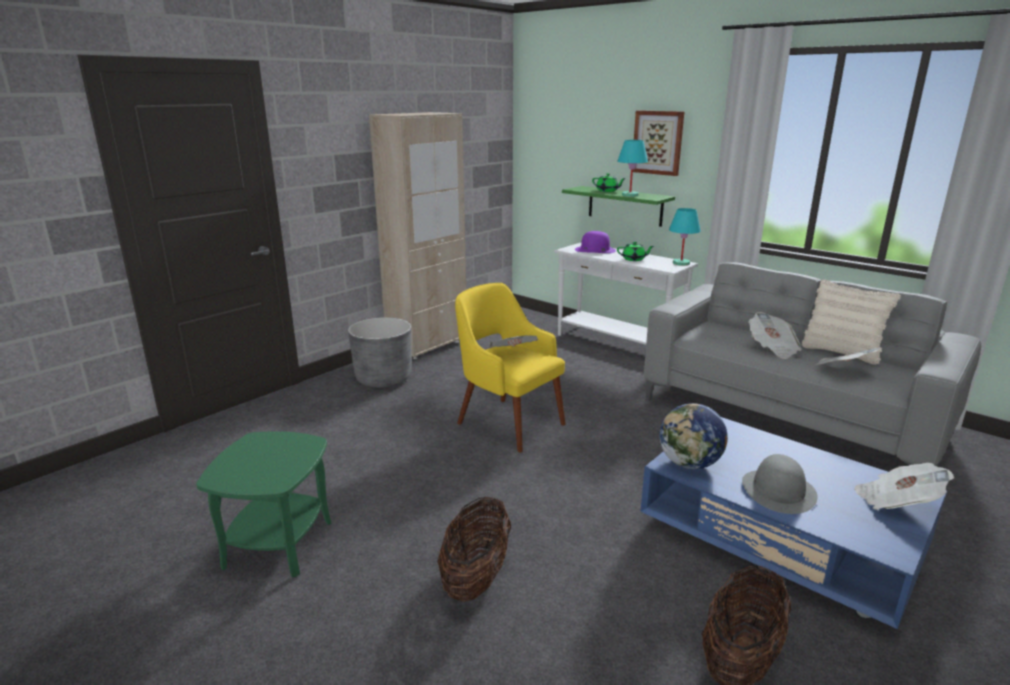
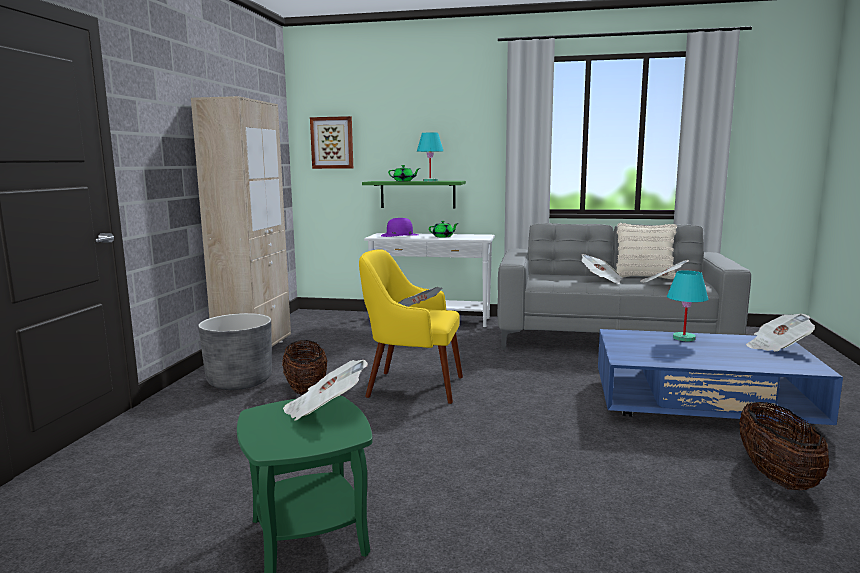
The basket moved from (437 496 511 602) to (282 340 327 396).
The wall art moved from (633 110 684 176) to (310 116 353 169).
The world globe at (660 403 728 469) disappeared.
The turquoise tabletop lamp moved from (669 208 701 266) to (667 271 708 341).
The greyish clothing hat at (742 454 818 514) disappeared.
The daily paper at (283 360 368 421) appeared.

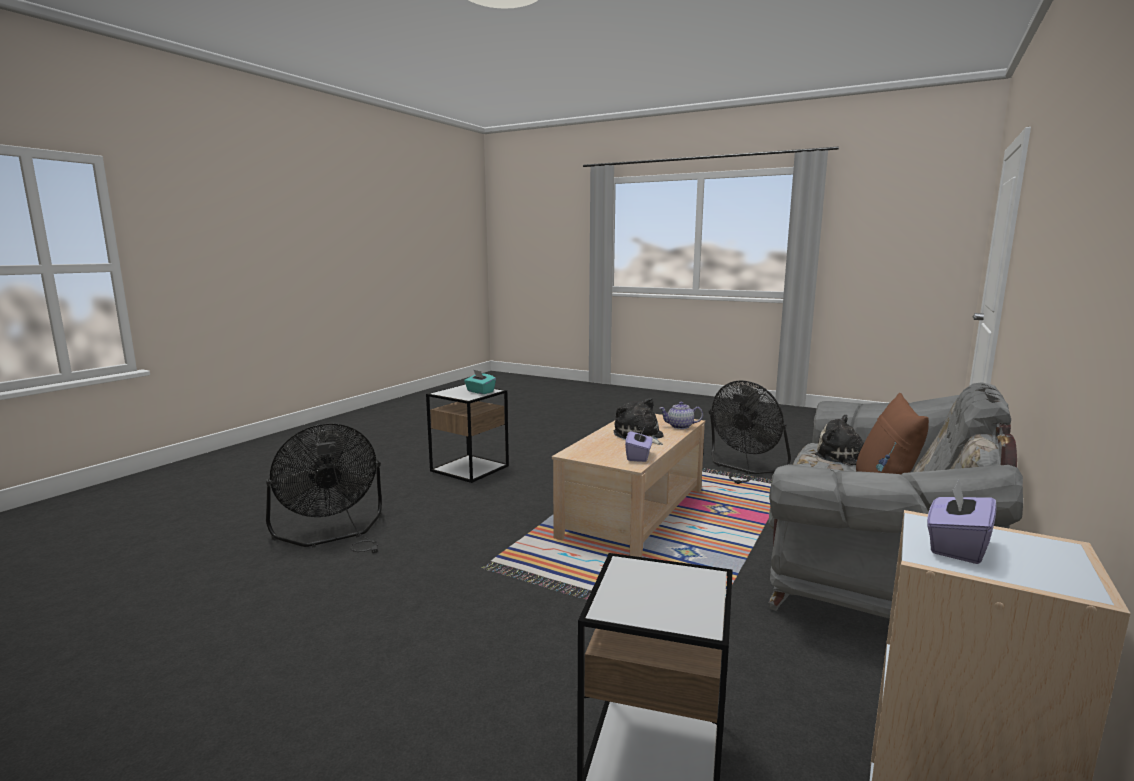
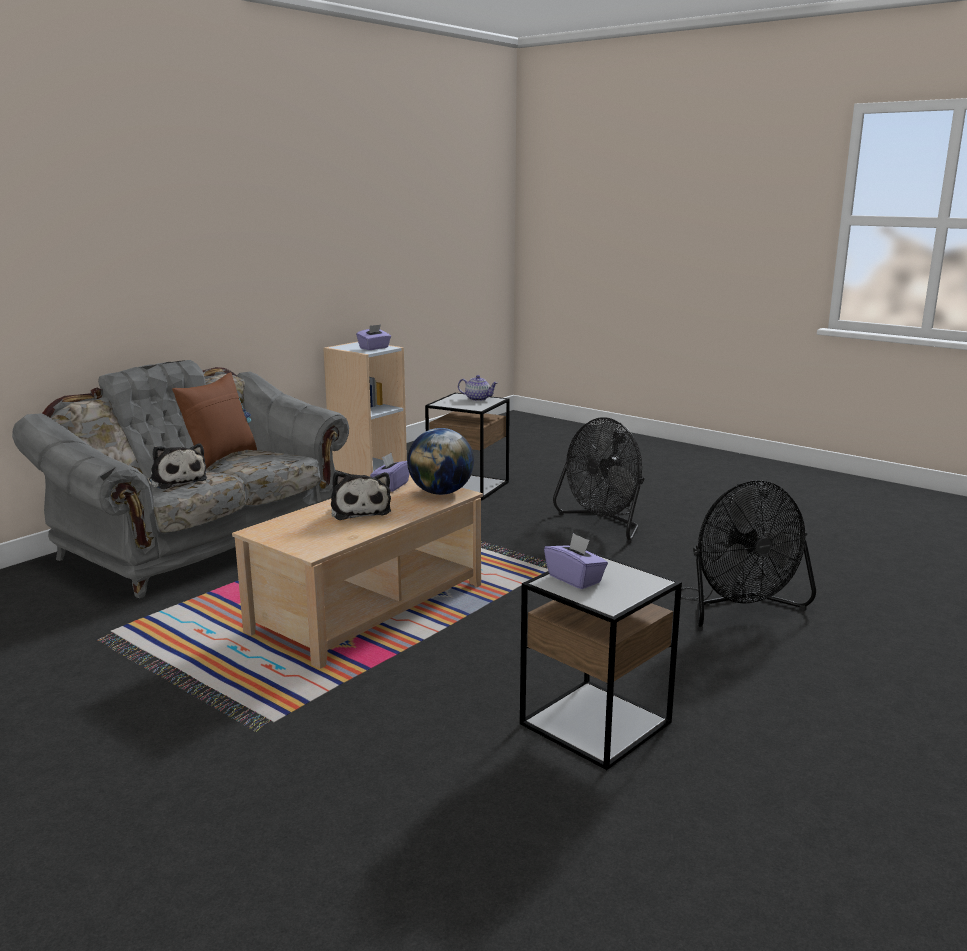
The turquoise box of tissues at (464 370 496 394) became the purplish box of tissues at (544 533 608 589).
The teapot moved from (659 402 703 429) to (458 375 498 401).
The black electric fan moved from (709 381 791 484) to (553 417 644 544).
The world globe at (407 428 474 495) appeared.

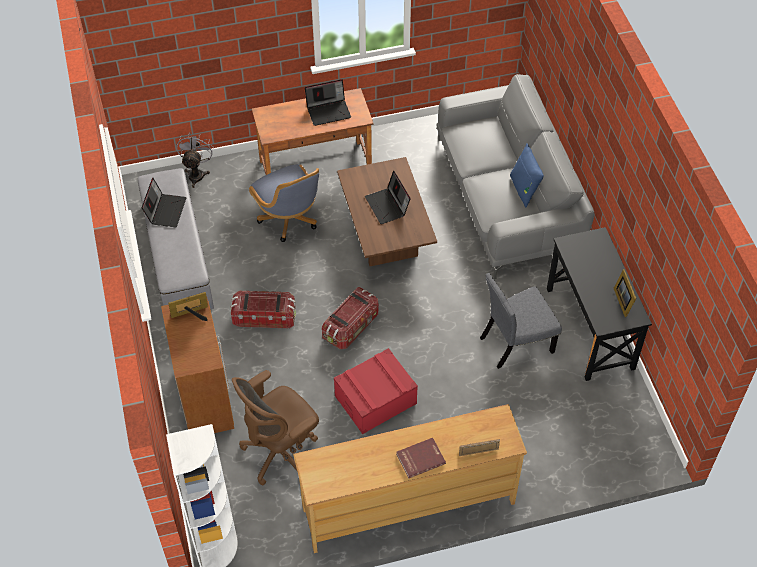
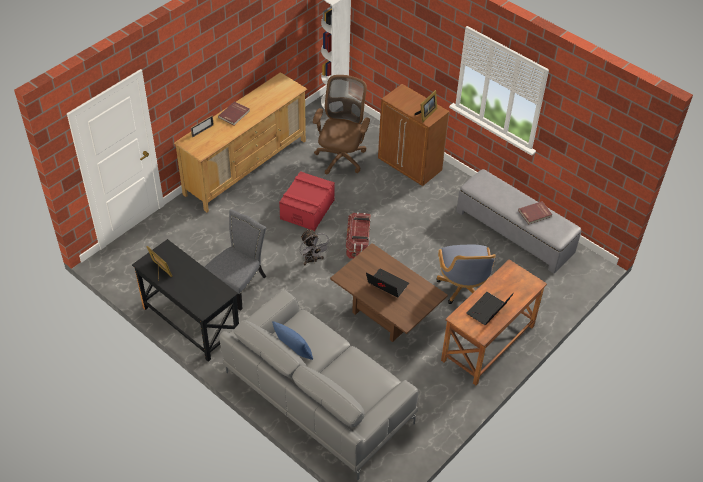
The laptop at (142 178 187 227) was replaced by the red bound book at (518 201 553 224).
The greyish electric fan moved from (176 132 214 188) to (300 229 330 266).
The storage bin at (230 291 296 328) disappeared.
The blue desk chair at (249 164 319 242) turned 120 degrees counterclockwise.

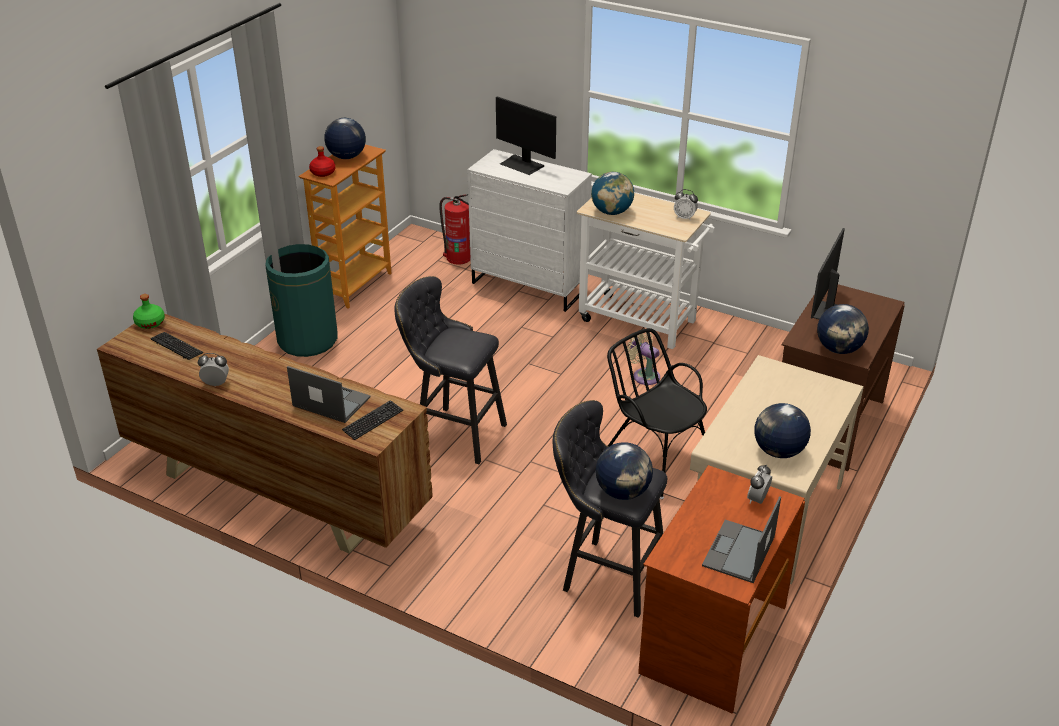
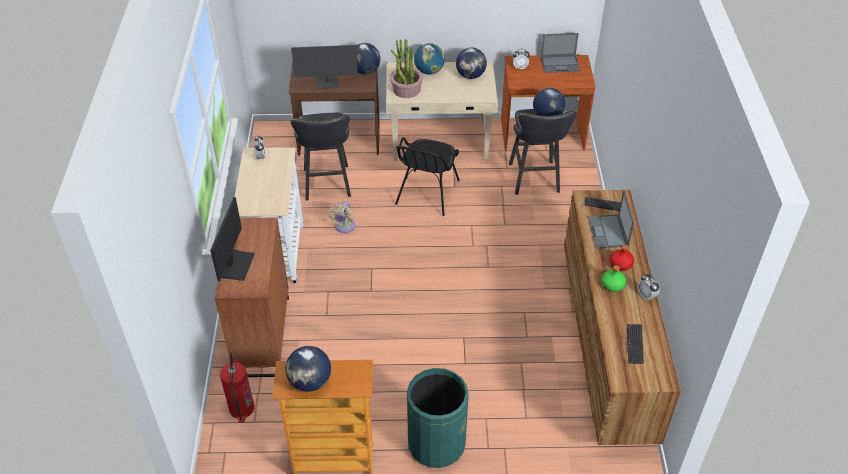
The green-coloured bottle moved from (133 294 165 329) to (601 265 626 292).
The red bottle moved from (309 146 335 177) to (610 245 634 271).
The black sitting stool moved from (394 276 507 464) to (291 113 351 200).
The whitish dresser at (467 149 592 312) became the brown-coloured dresser at (215 218 289 377).
The world globe moved from (591 172 634 215) to (414 43 445 75).
The houseplant at (390 39 423 98) appeared.

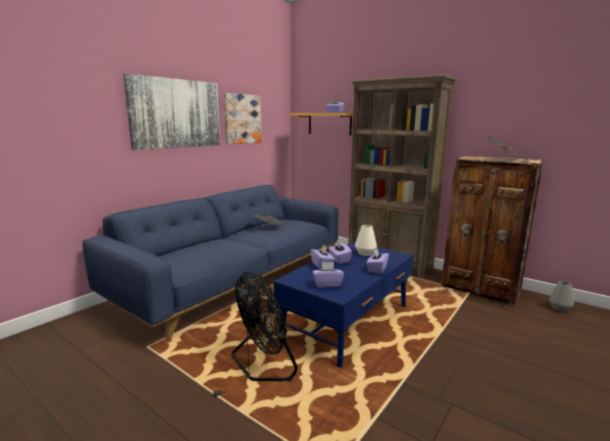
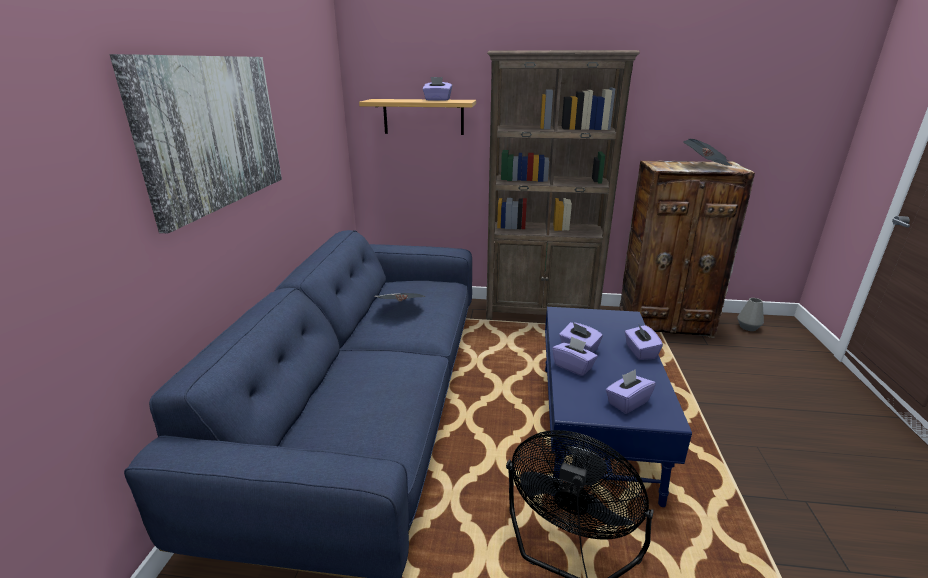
The wall art at (223 93 262 144) disappeared.
The whitish vase at (355 225 377 256) disappeared.

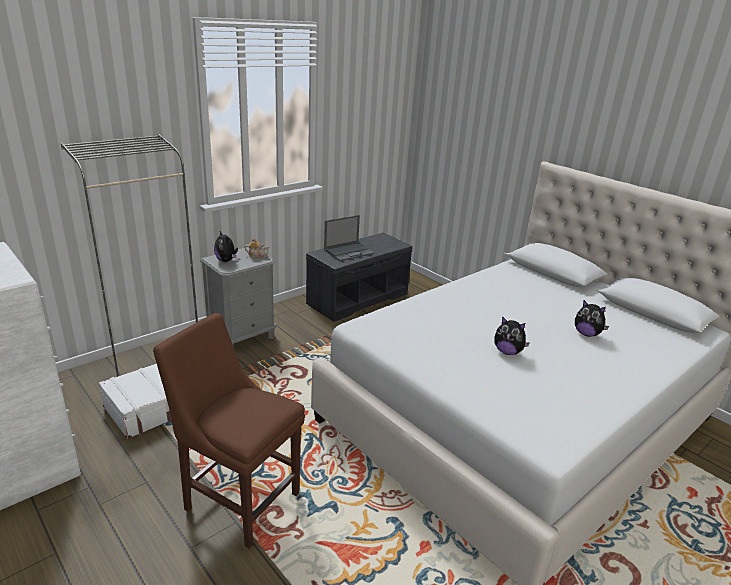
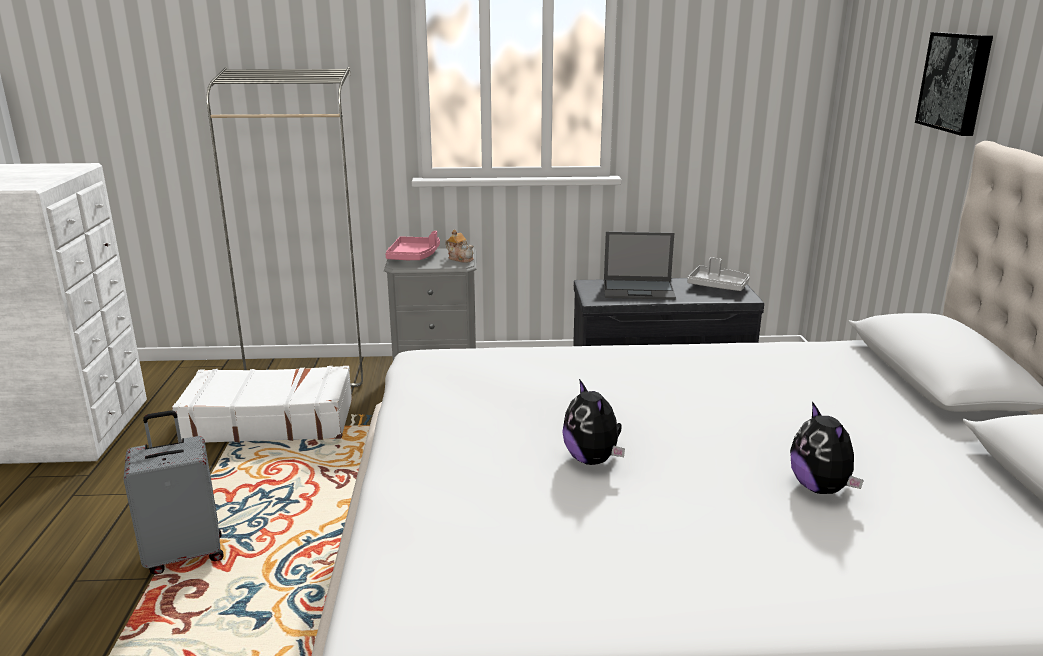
The brown-coloured chair at (153 313 305 549) was replaced by the greyish suitcase at (123 410 224 575).
The soft toy at (214 231 238 262) was replaced by the pinkish tray at (386 231 440 260).
The greyish tray at (687 257 749 291) appeared.
The wall art at (915 32 993 136) appeared.

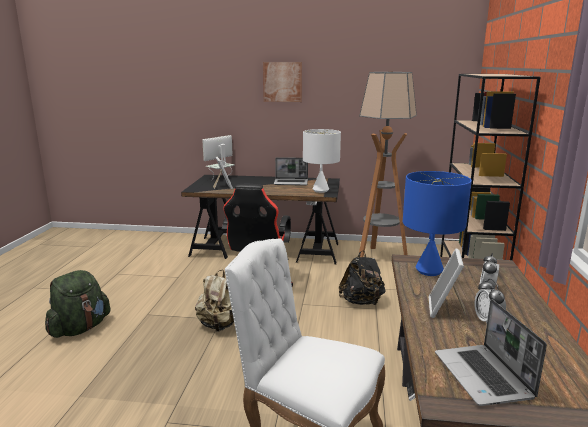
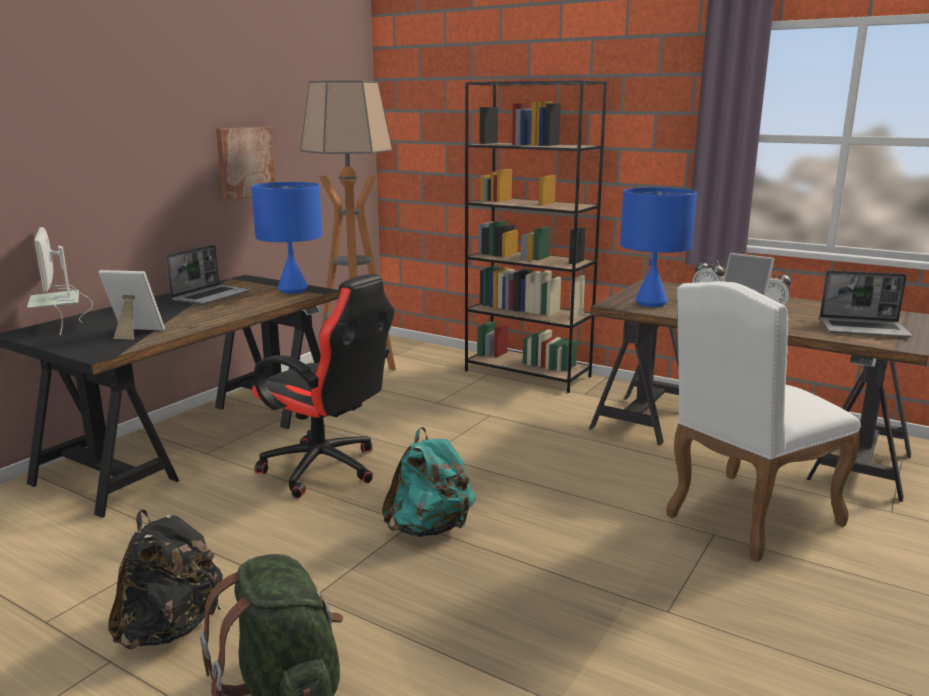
The sand-coloured backpack at (195 270 234 331) became the turquoise backpack at (382 427 476 537).
The wall art moved from (263 62 302 102) to (216 127 276 200).
The whitish tabletop lamp at (303 129 341 193) became the blue tabletop lamp at (251 182 322 294).
The black backpack moved from (339 250 386 305) to (108 509 223 649).

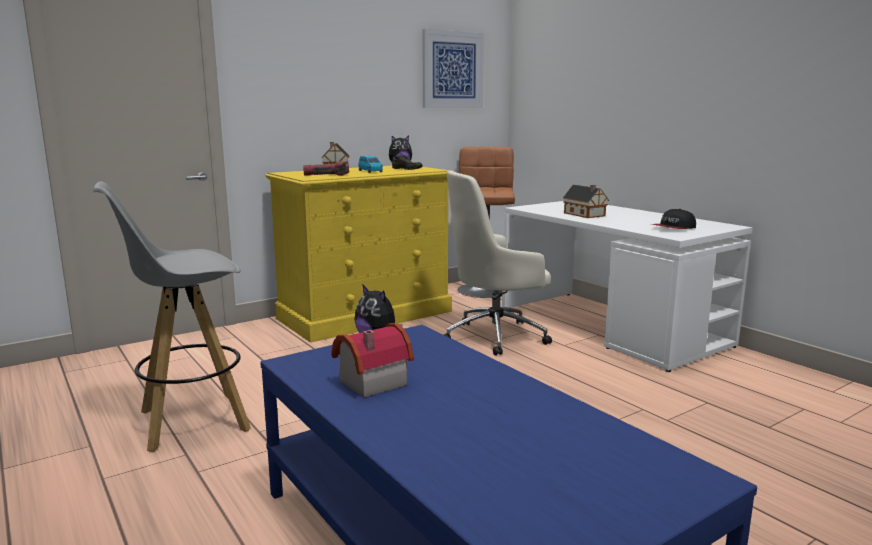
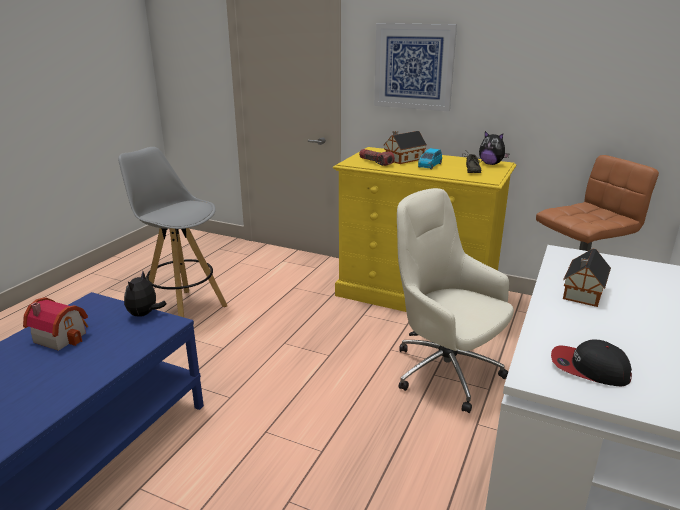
The wall art moved from (422 29 484 108) to (374 23 457 111).

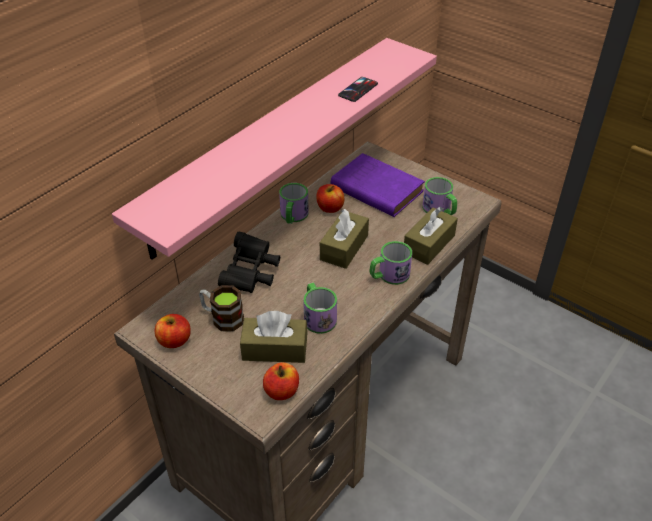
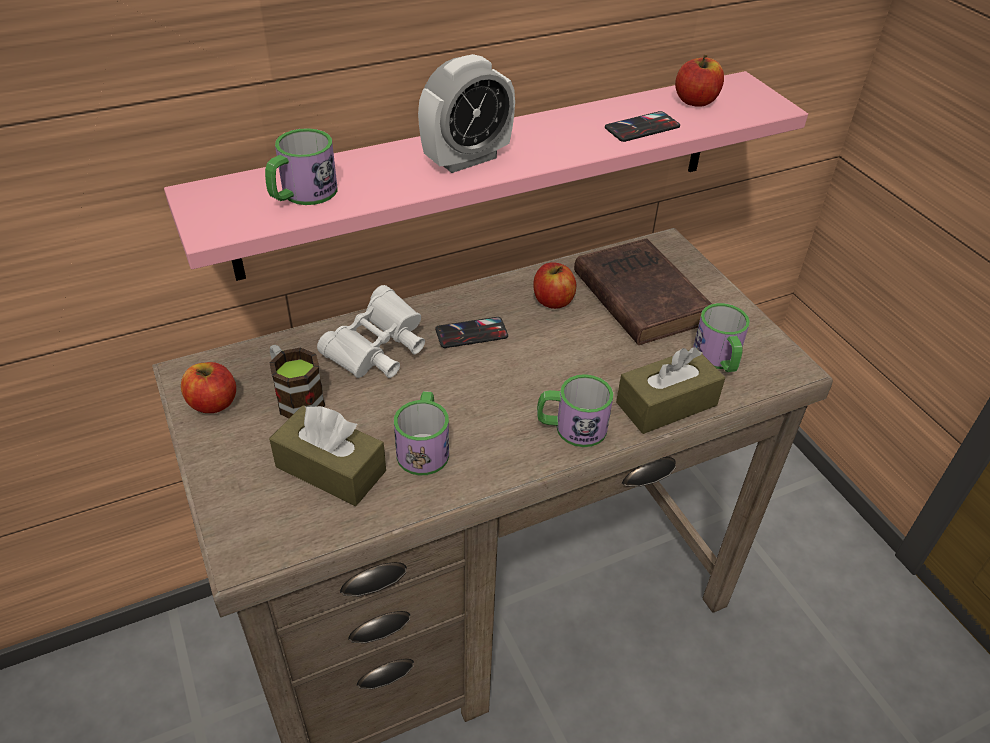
The black pair of binoculars at (218 232 280 293) became the whitish pair of binoculars at (317 285 425 378).
The apple fruit moved from (263 362 299 400) to (675 55 724 107).
The coffee mug moved from (279 183 309 224) to (265 128 337 205).
The brown-coloured box of tissues at (320 209 369 269) disappeared.
The purplish bound book at (331 153 425 217) became the brown-coloured bound book at (574 239 712 345).
The bedside clock at (418 54 515 173) appeared.
The telephone at (435 317 508 348) appeared.

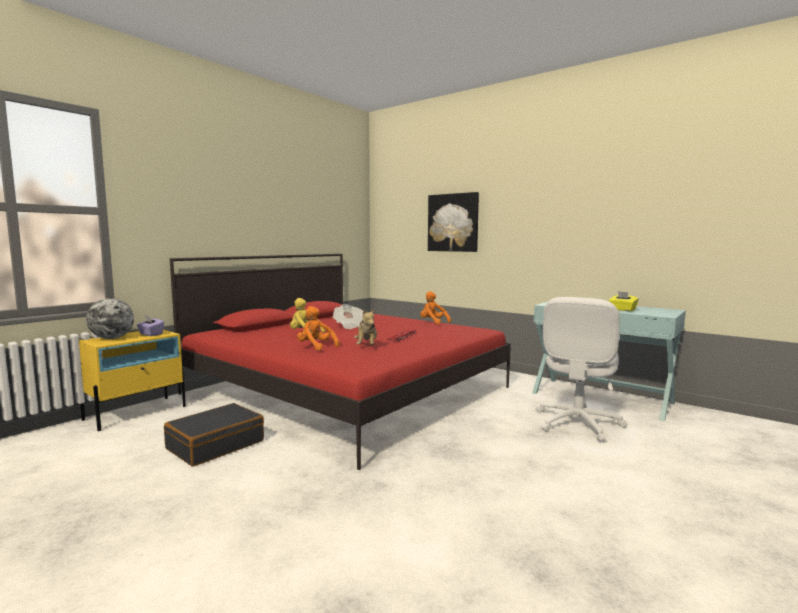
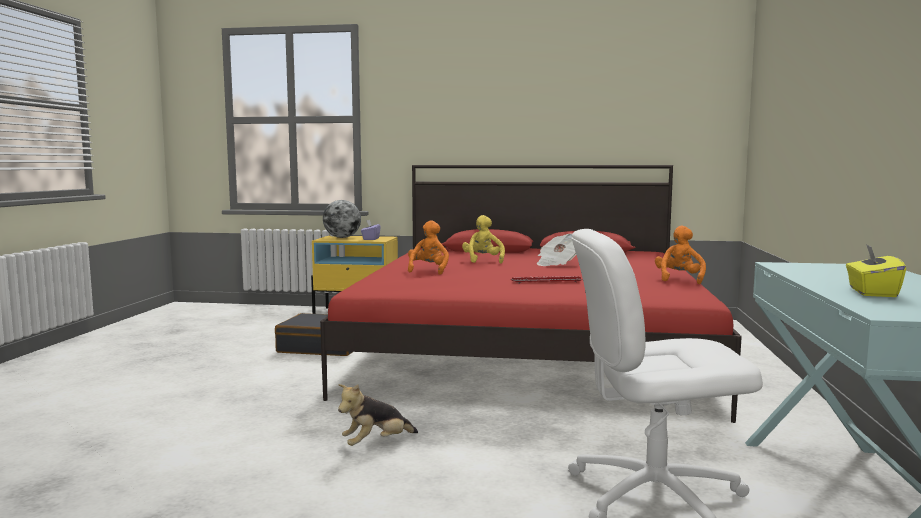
The soft toy moved from (354 309 377 345) to (338 384 418 446).
The wall art at (428 192 479 252) disappeared.

